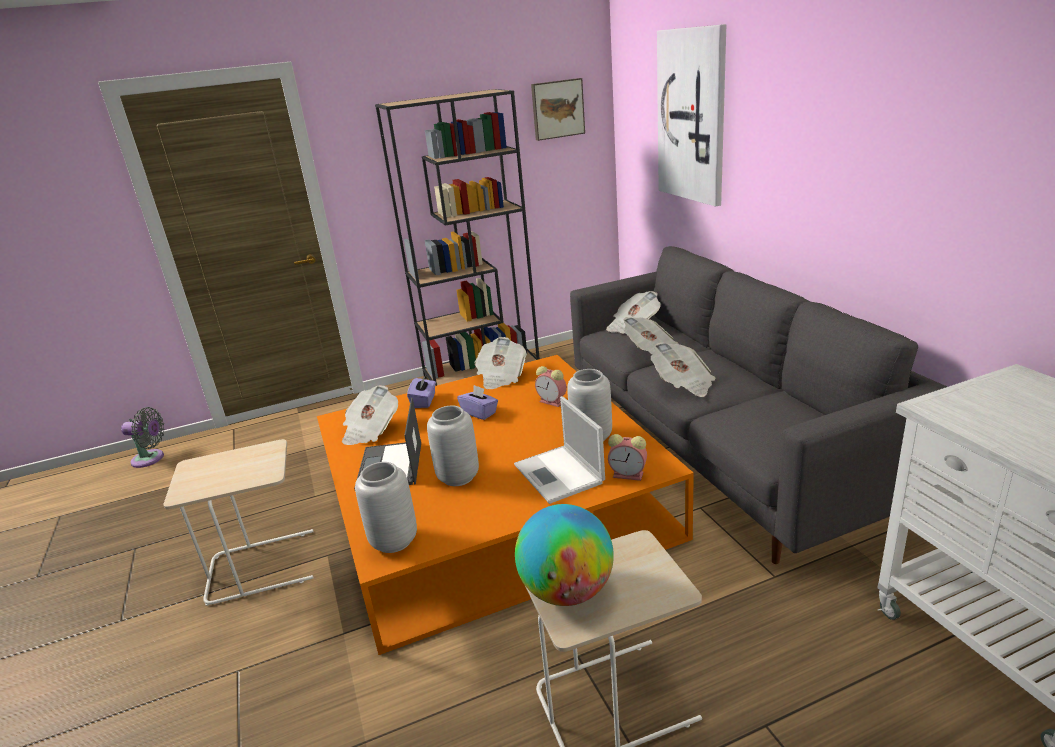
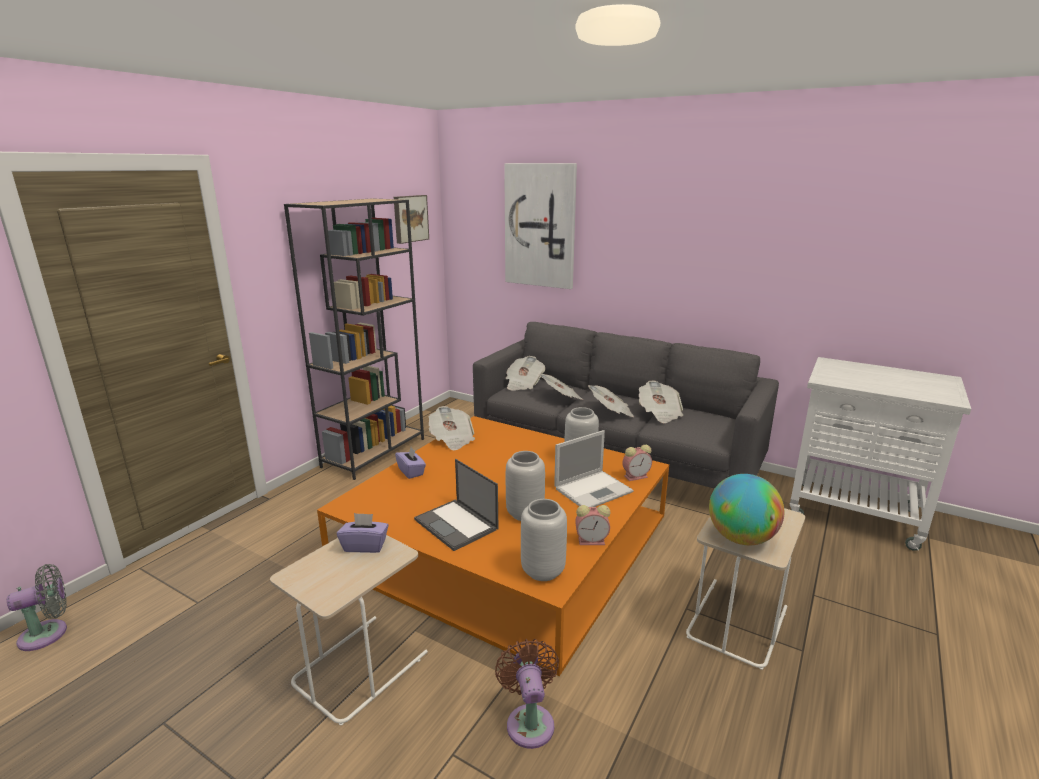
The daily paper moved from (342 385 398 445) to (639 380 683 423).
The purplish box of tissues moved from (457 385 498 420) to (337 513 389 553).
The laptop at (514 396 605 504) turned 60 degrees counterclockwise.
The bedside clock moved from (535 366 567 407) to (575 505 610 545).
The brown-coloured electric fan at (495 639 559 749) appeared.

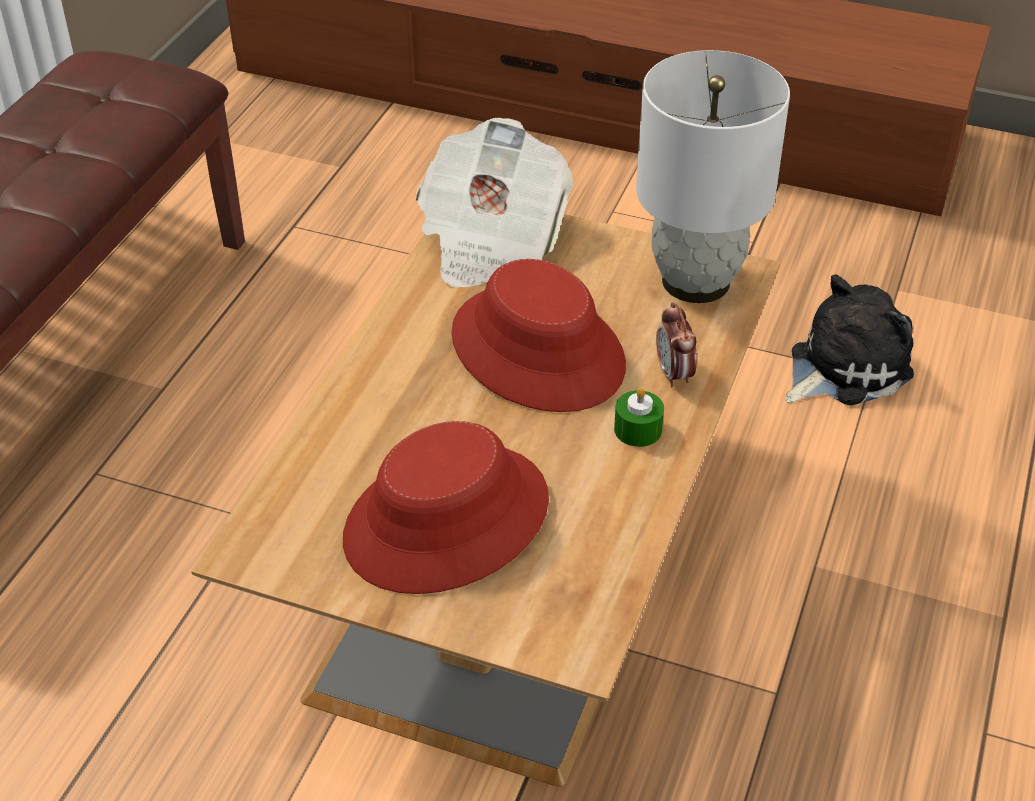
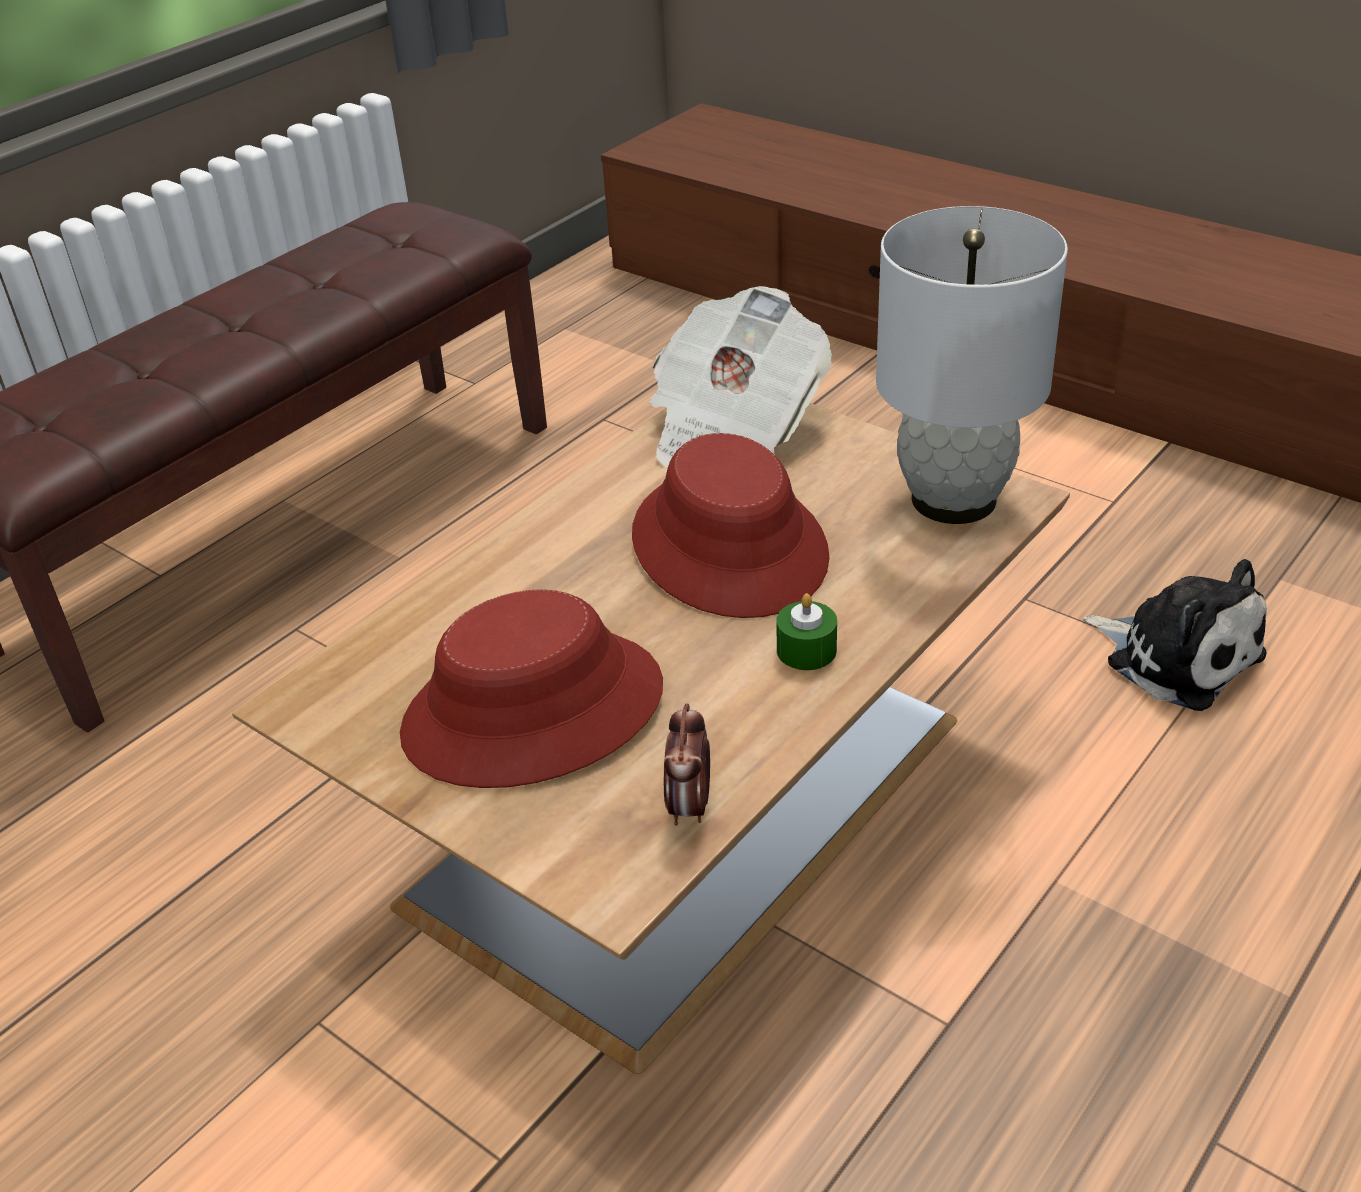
The bedside clock moved from (656 302 697 388) to (664 703 710 825).
The soft toy at (785 274 914 405) turned 60 degrees clockwise.

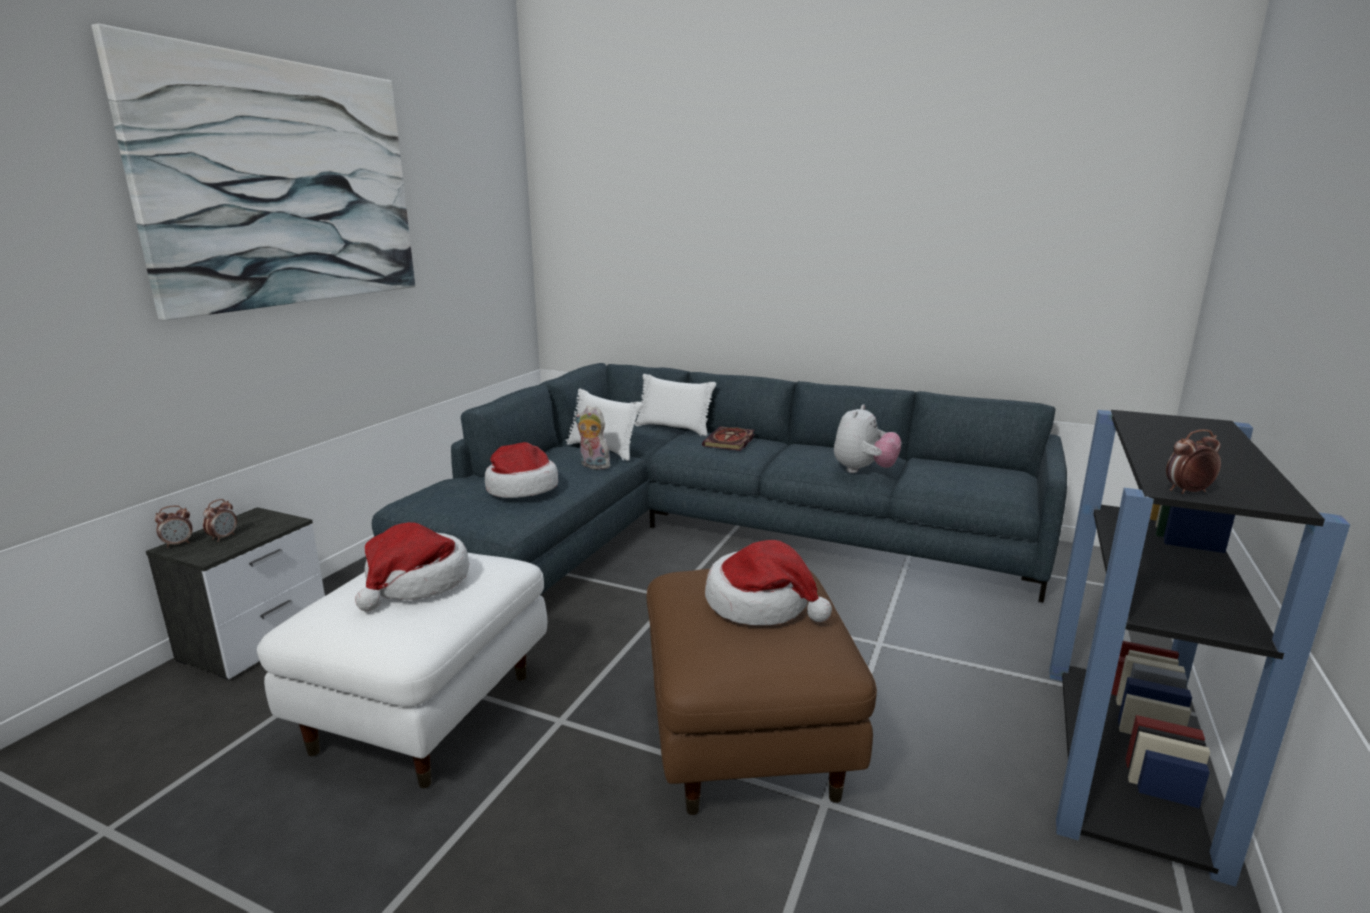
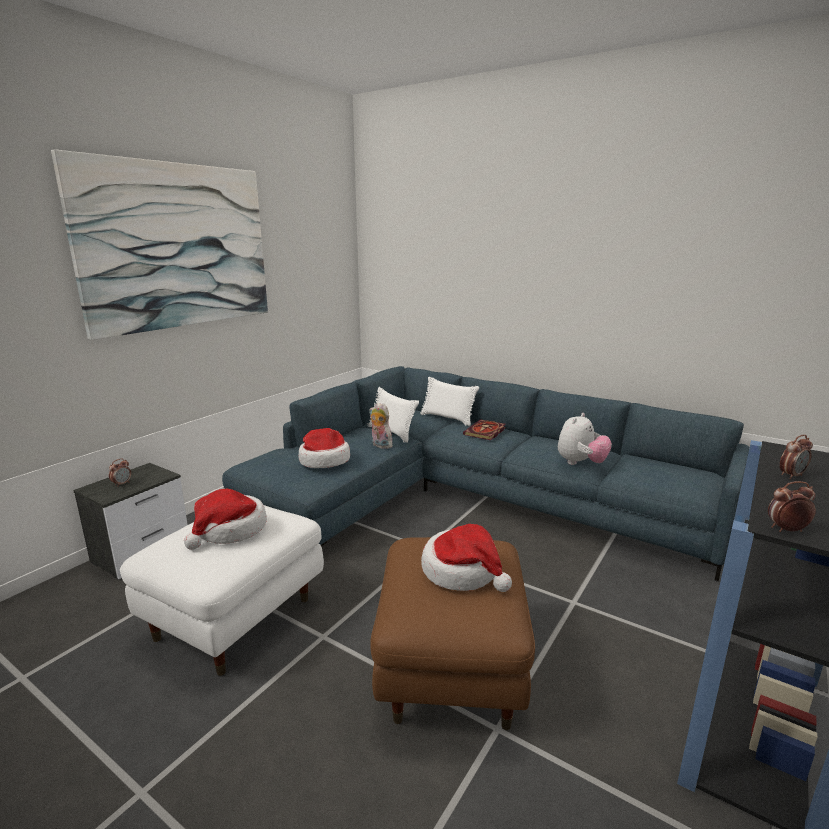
The bedside clock moved from (154 506 193 548) to (780 435 813 479).

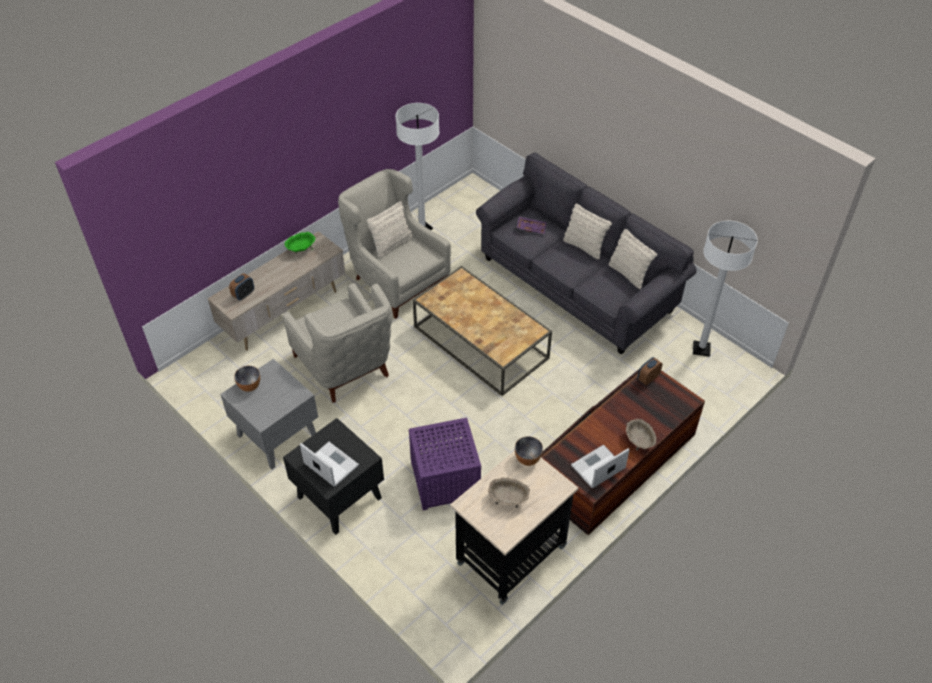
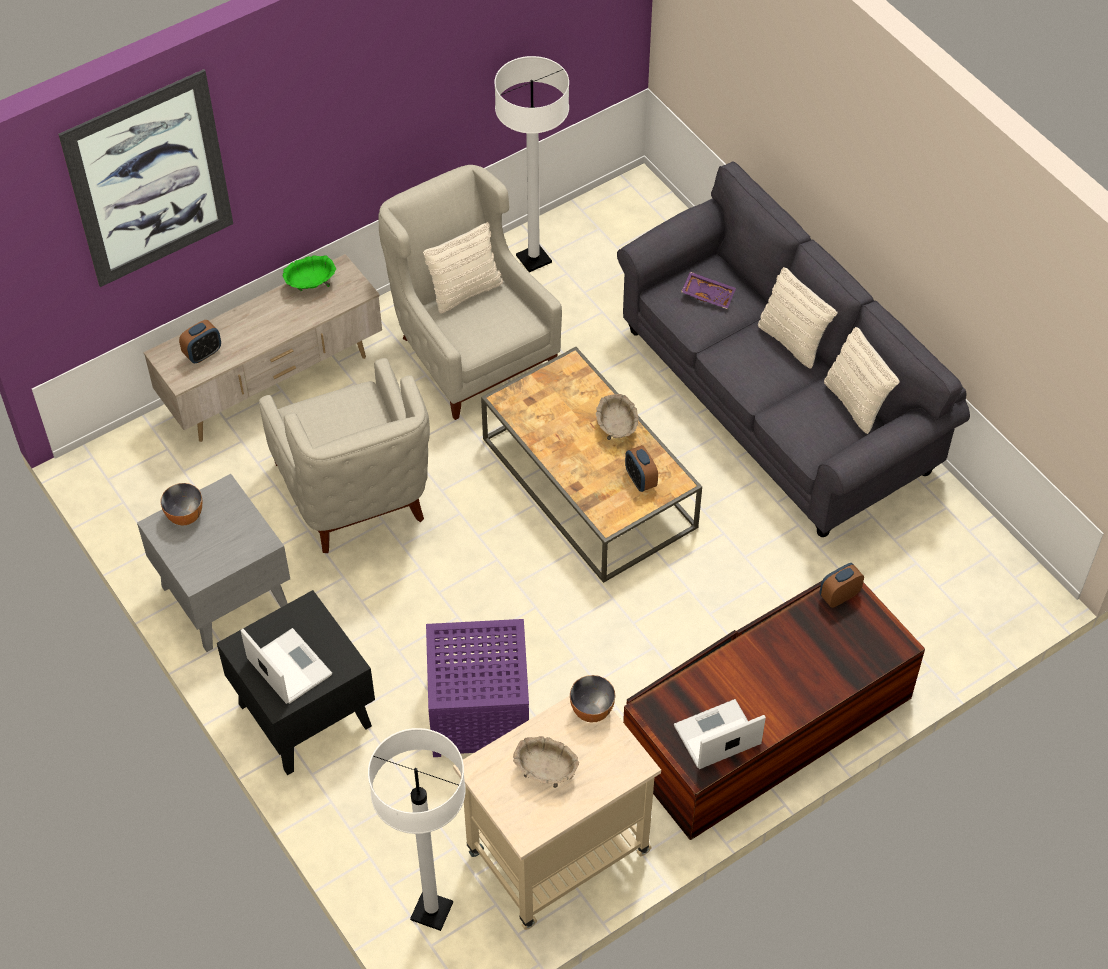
The black trolley at (450 450 578 605) became the sand-coloured trolley at (453 696 661 930).
The sand-coloured deep dish moved from (626 419 656 451) to (596 394 639 440).
The whitish standing lamp moved from (693 221 758 357) to (368 728 466 931).
The wall art at (58 69 233 287) appeared.
The bedside clock at (625 445 658 492) appeared.

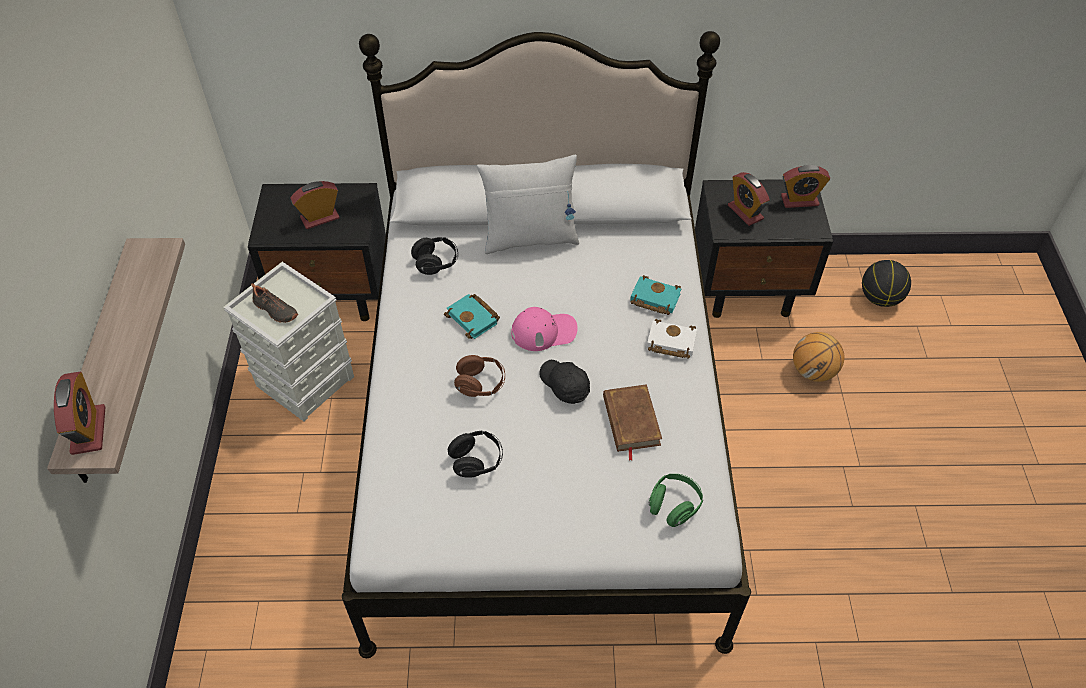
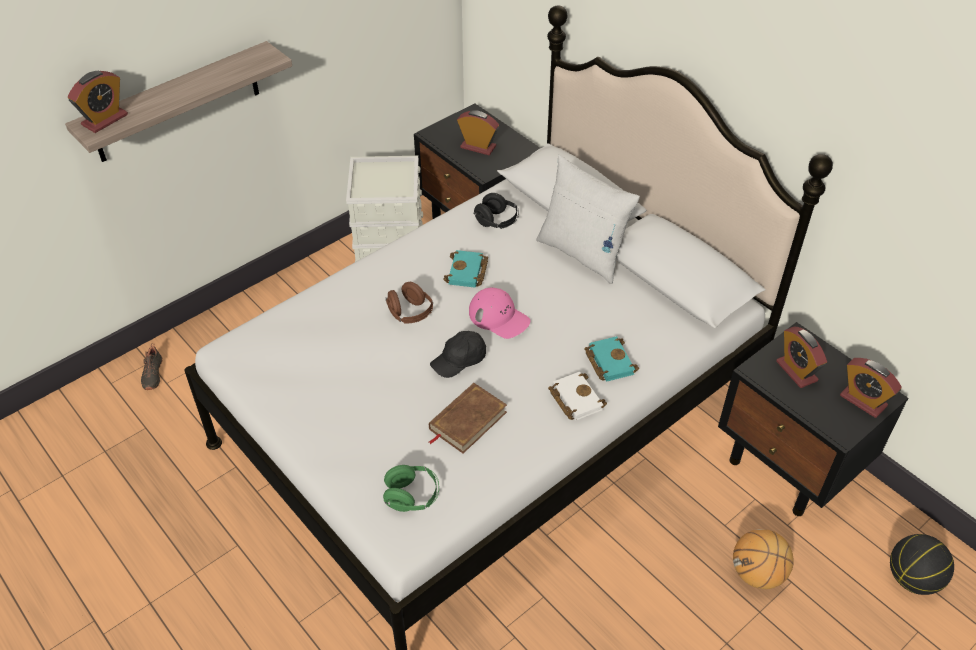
The black item of footwear moved from (251 283 298 323) to (141 343 163 390).
The black headset at (448 430 503 478) disappeared.
The black peaked cap at (539 360 590 404) turned 135 degrees counterclockwise.
The bedside clock at (728 172 770 226) turned 45 degrees counterclockwise.

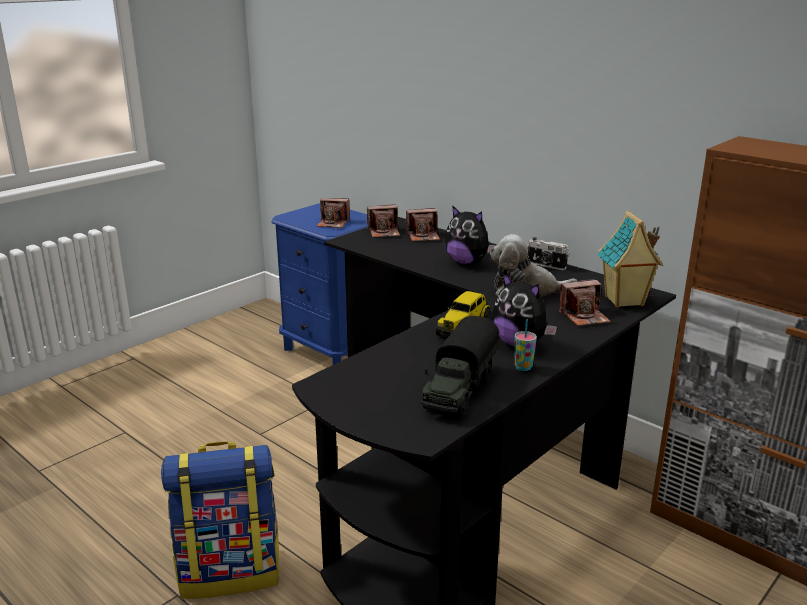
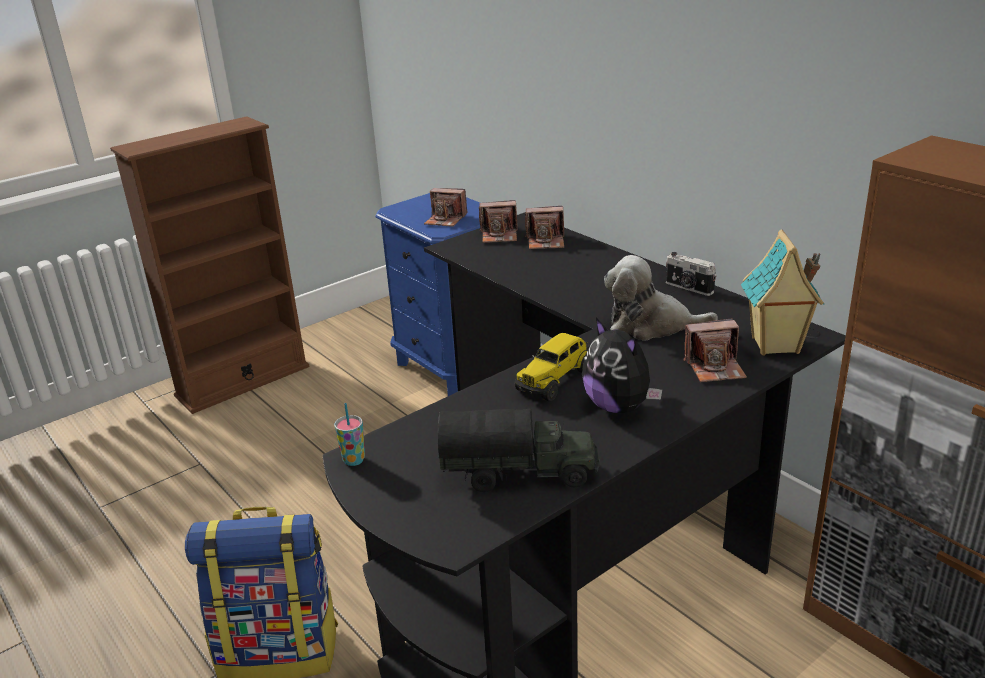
The toy lorry at (421 316 499 417) turned 120 degrees counterclockwise.
The soft toy at (445 205 496 265) disappeared.
The cup moved from (515 319 537 371) to (334 403 365 466).
The brown-coloured shelving unit at (110 116 310 414) appeared.

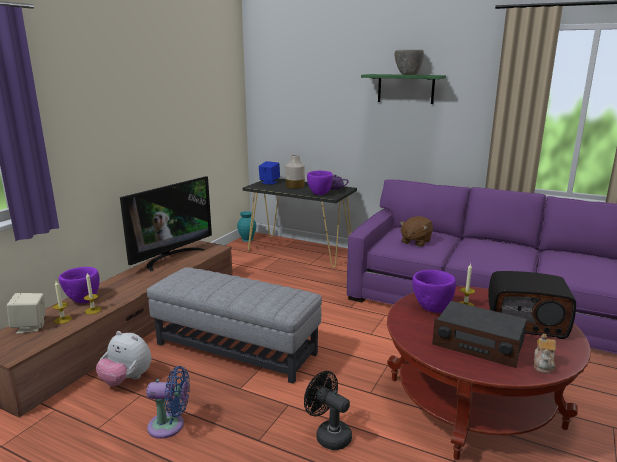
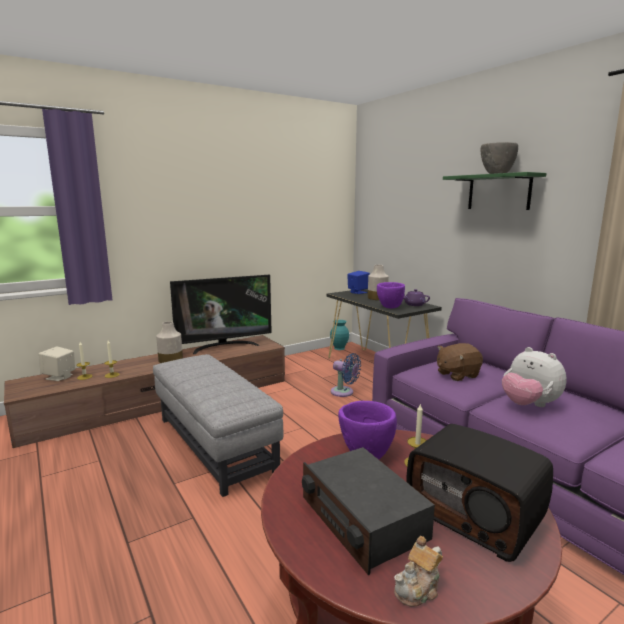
The purplish deep dish at (59 267 100 303) disappeared.
The soft toy moved from (96 331 151 386) to (502 347 567 407).
The blue electric fan moved from (146 366 190 439) to (331 353 361 397).
The black electric fan at (304 371 352 450) disappeared.
The sand-coloured vase at (156 321 183 363) appeared.

